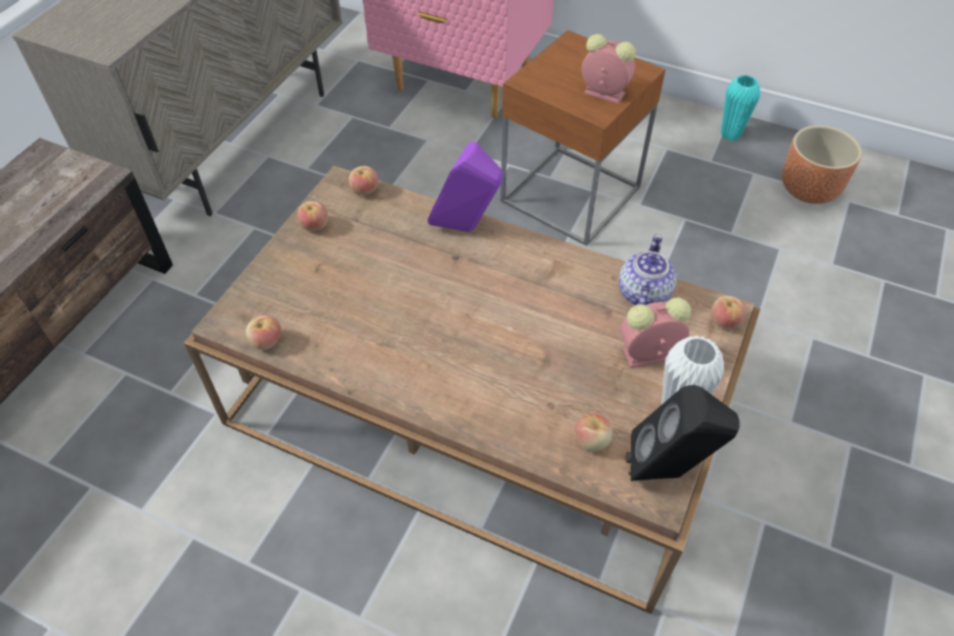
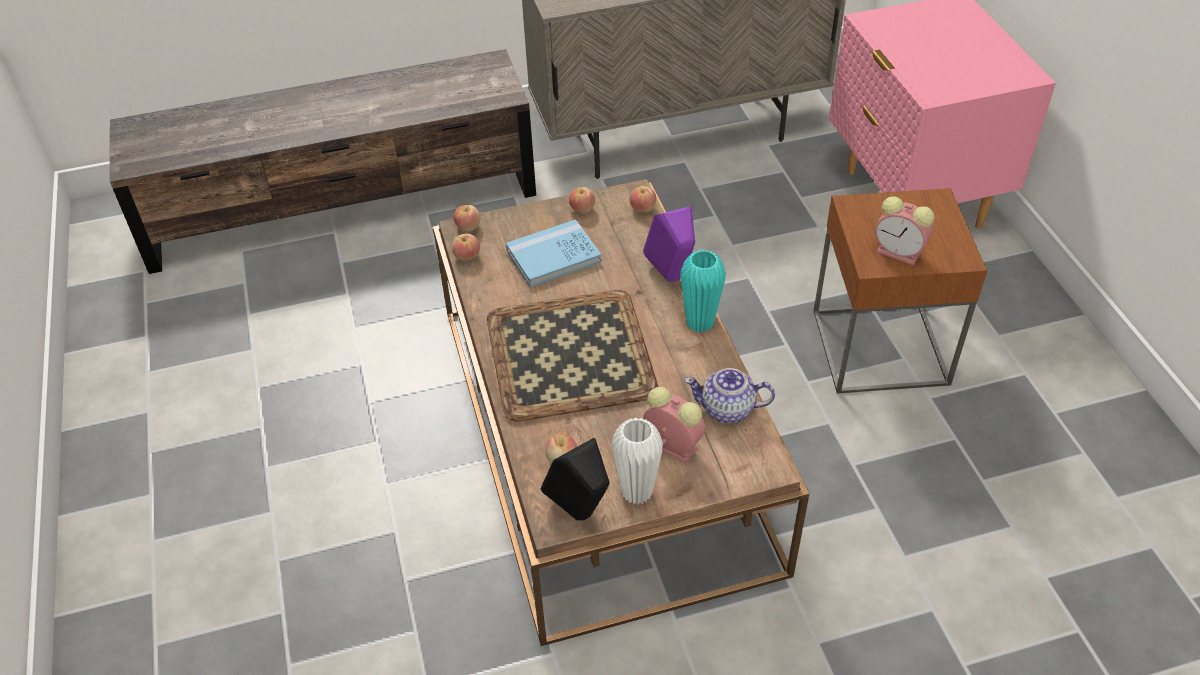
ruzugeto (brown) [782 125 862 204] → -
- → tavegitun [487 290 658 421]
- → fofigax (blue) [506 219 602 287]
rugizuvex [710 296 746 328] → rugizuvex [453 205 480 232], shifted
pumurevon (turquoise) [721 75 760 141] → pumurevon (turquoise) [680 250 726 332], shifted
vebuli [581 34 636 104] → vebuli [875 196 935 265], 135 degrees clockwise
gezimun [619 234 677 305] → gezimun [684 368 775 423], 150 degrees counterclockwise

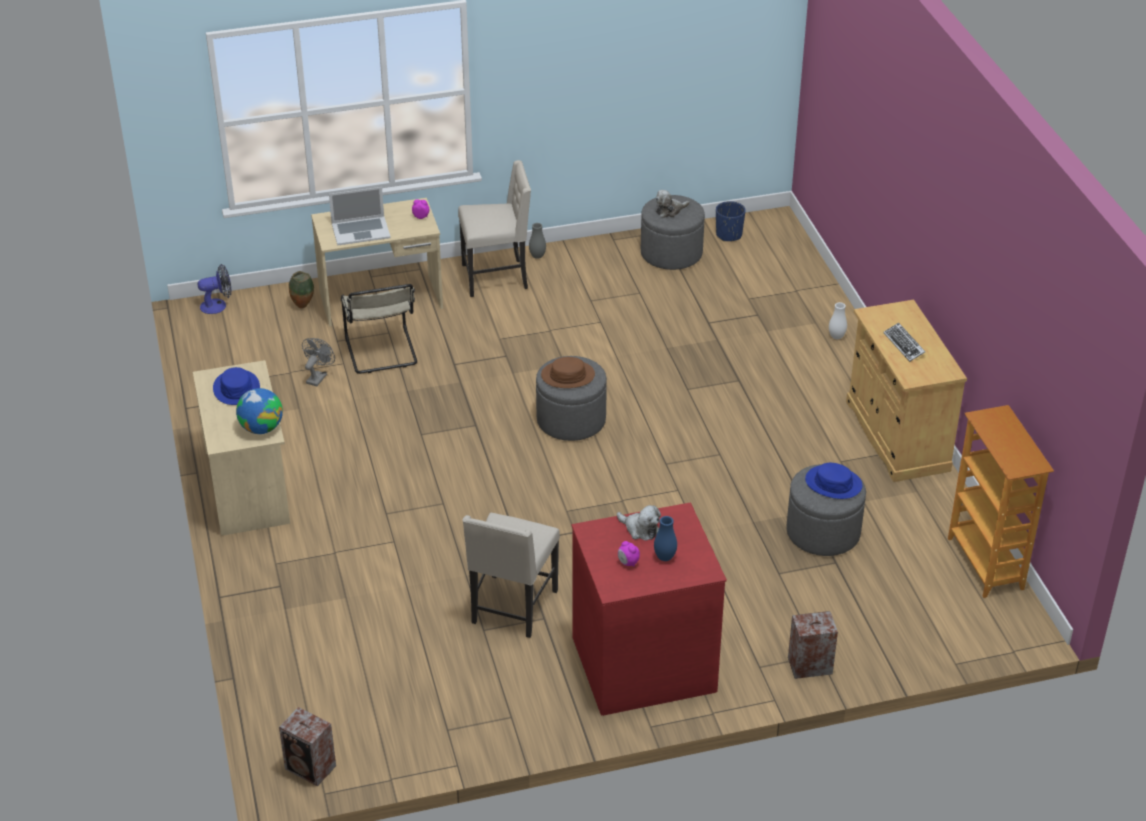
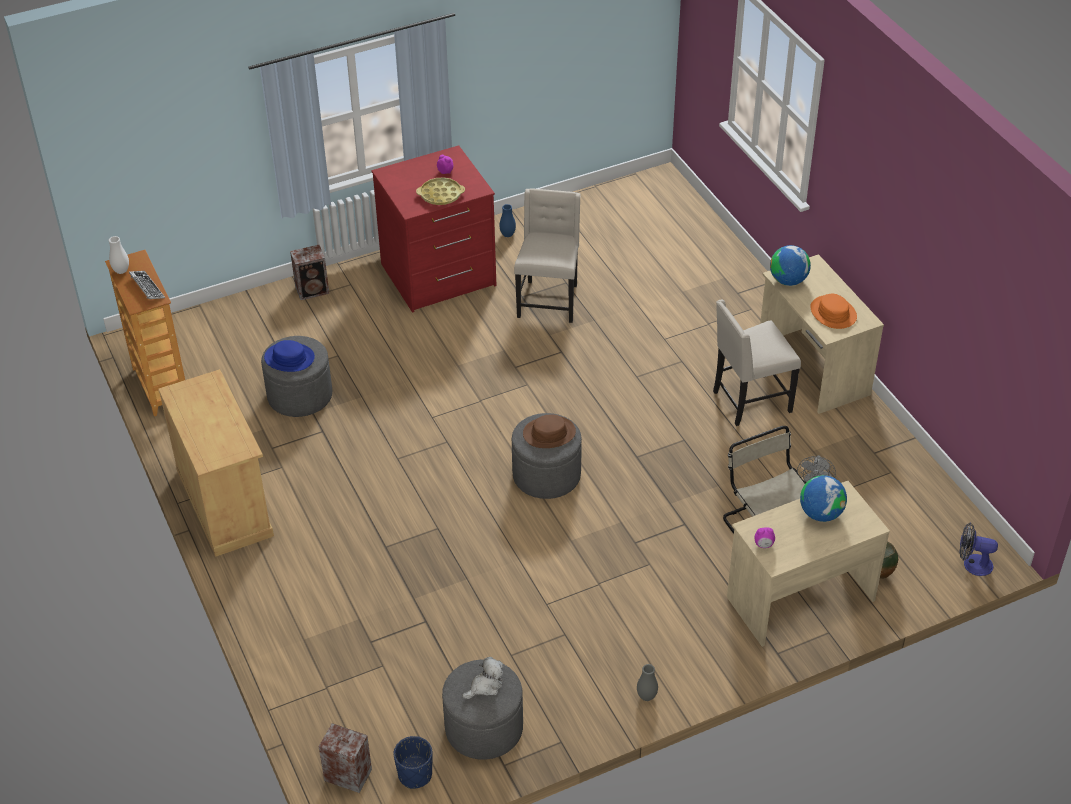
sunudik [279 707 336 786] → sunudik [319 723 372 793], shifted
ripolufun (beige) [458 160 531 297] → ripolufun (beige) [713 300 801 426], shifted
pumurevon (blue) [654 516 677 561] → pumurevon (blue) [499 204 516 237], shifted
pumurevon (white) [829 302 847 339] → pumurevon (white) [109 236 129 274], shifted
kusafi [884 323 925 362] → kusafi [129 271 165 299], shifted
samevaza [329 187 391 246] → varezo [800 475 847 522]
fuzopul [617 505 661 541] → tavegitun (yellow) [416 177 465 205]
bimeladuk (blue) [213 367 260 405] → bimeladuk (orange) [810 294 857 329]
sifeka [198 264 231 314] → sifeka [960 522 998 576], 45 degrees clockwise

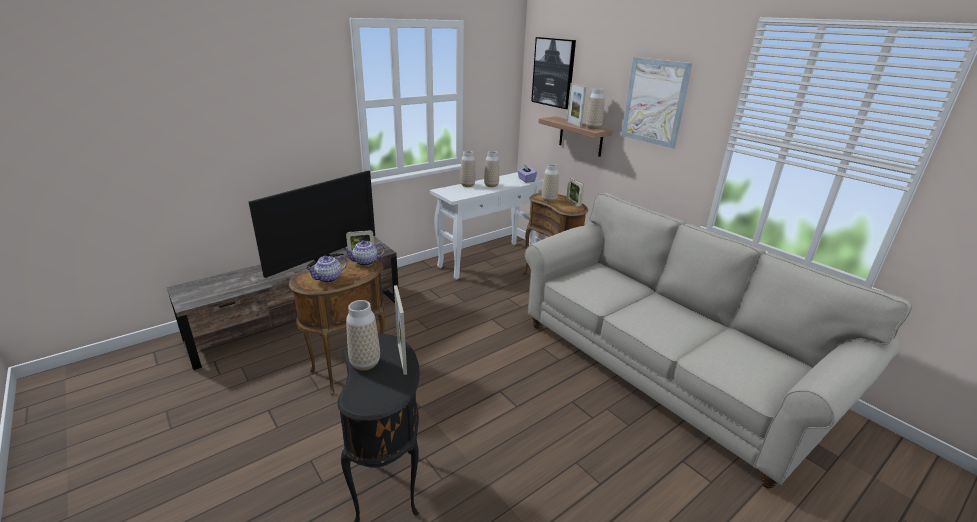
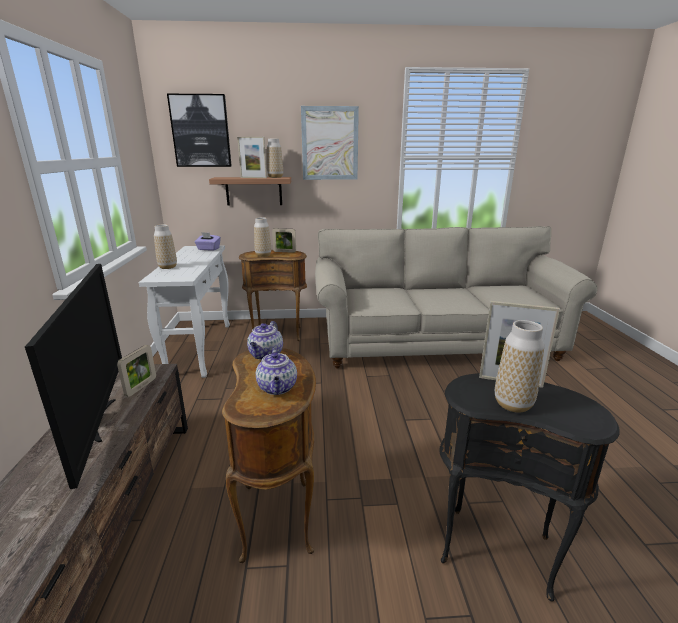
pumurevon [484 151 499 187] → -

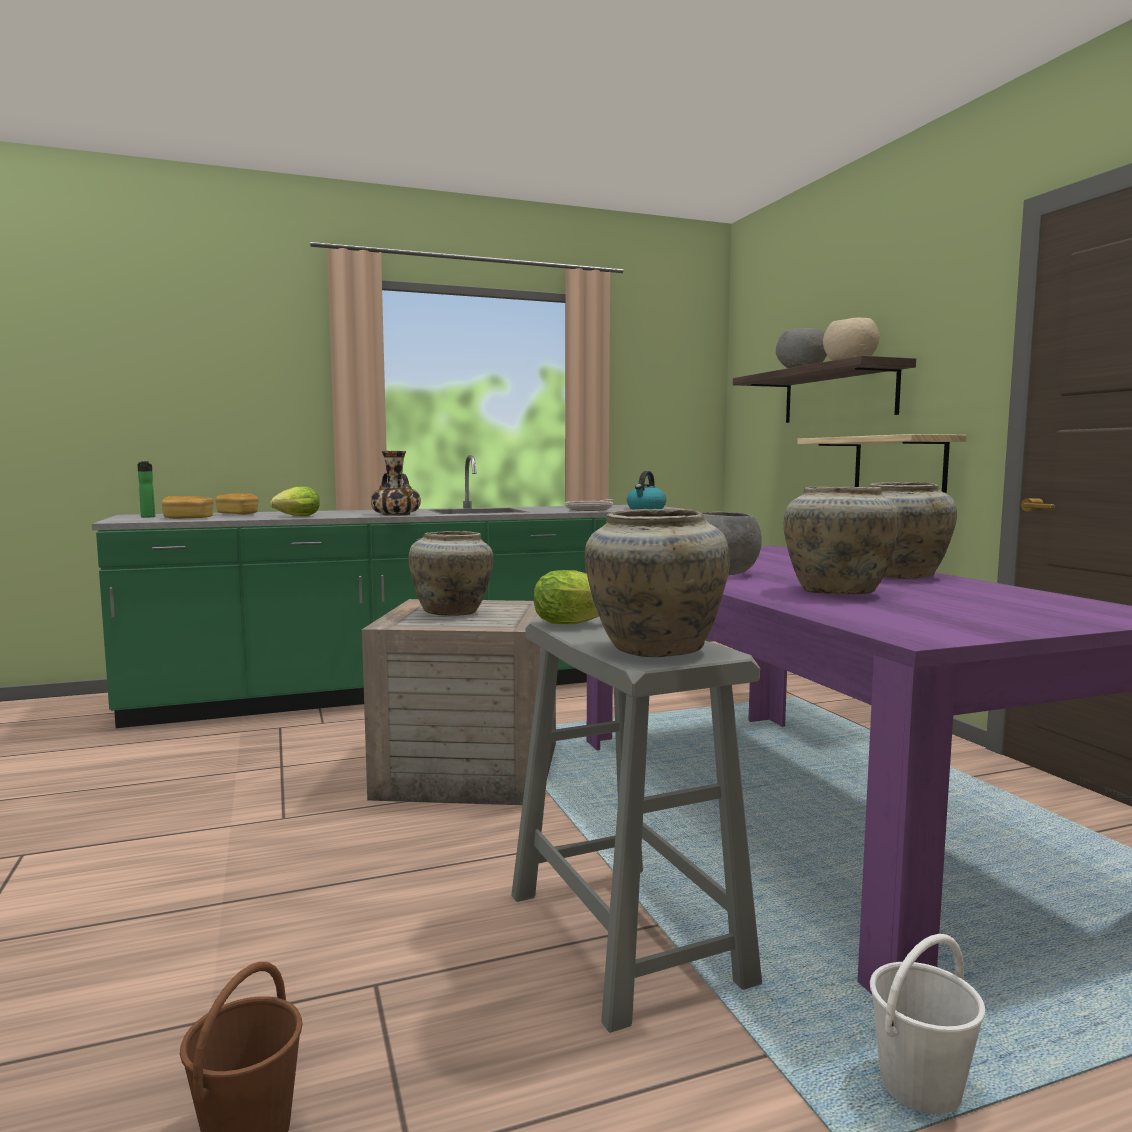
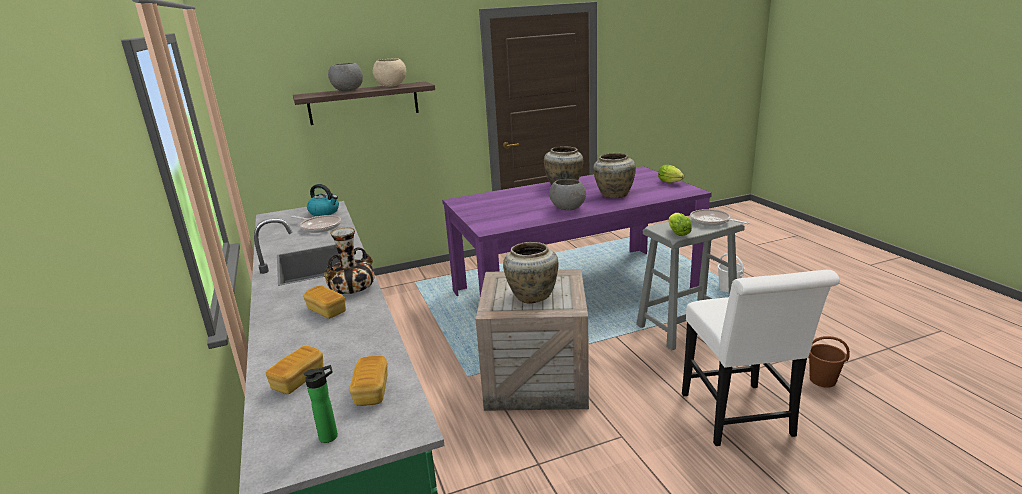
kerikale [797 434 967 493] → -
- → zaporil [303 286 346 319]
- → ripolufun (white) [682 270 840 446]
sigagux [270 486 320 516] → sigagux [658 165 685 183], shifted
pumurevon (beige) [585 509 730 657] → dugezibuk [690 209 749 226]

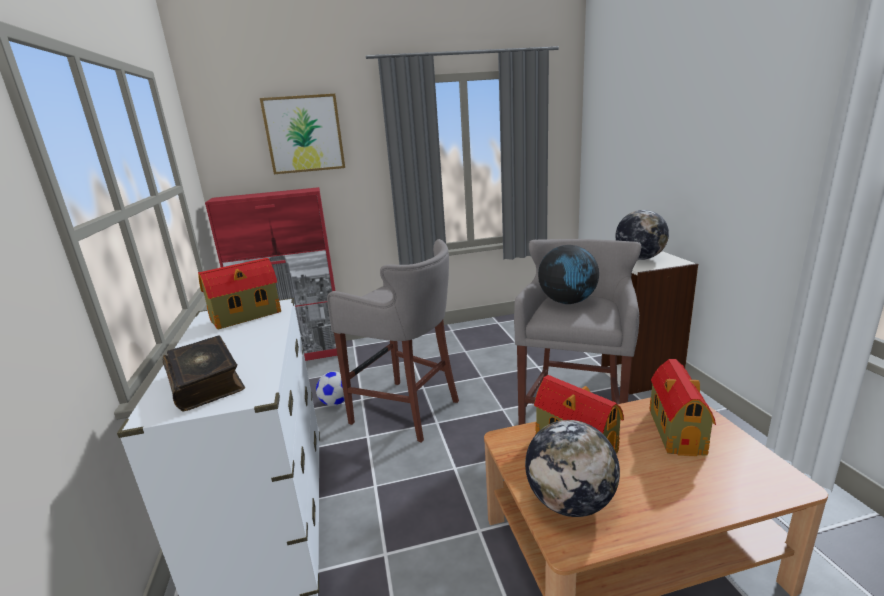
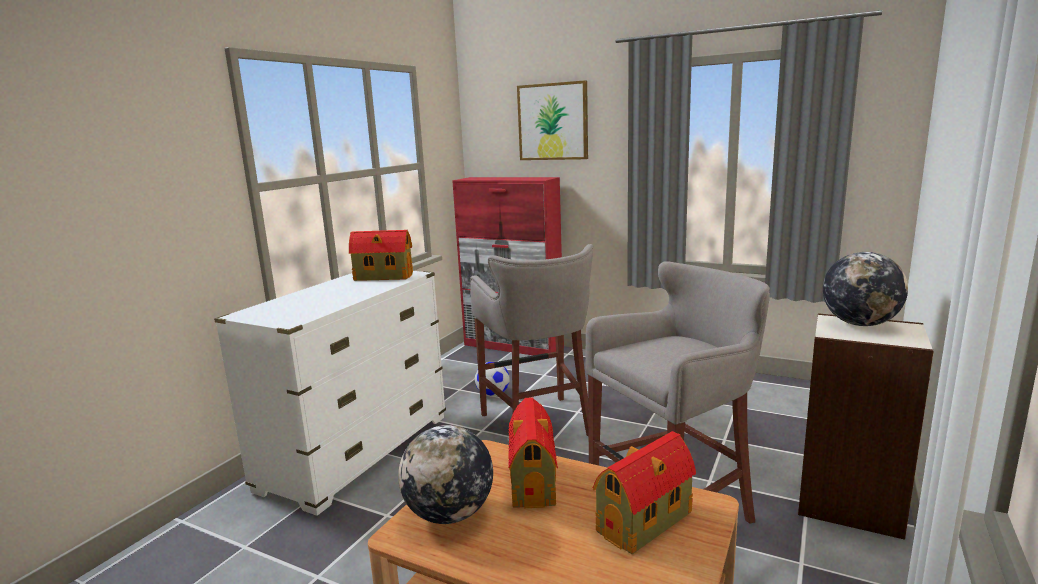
fofigax [163 336 245 412] → -
varezo [538 245 599 304] → -

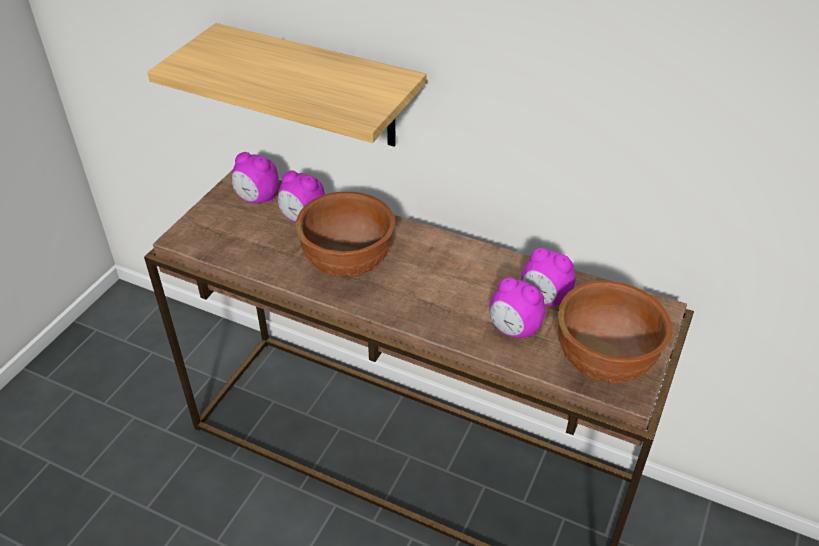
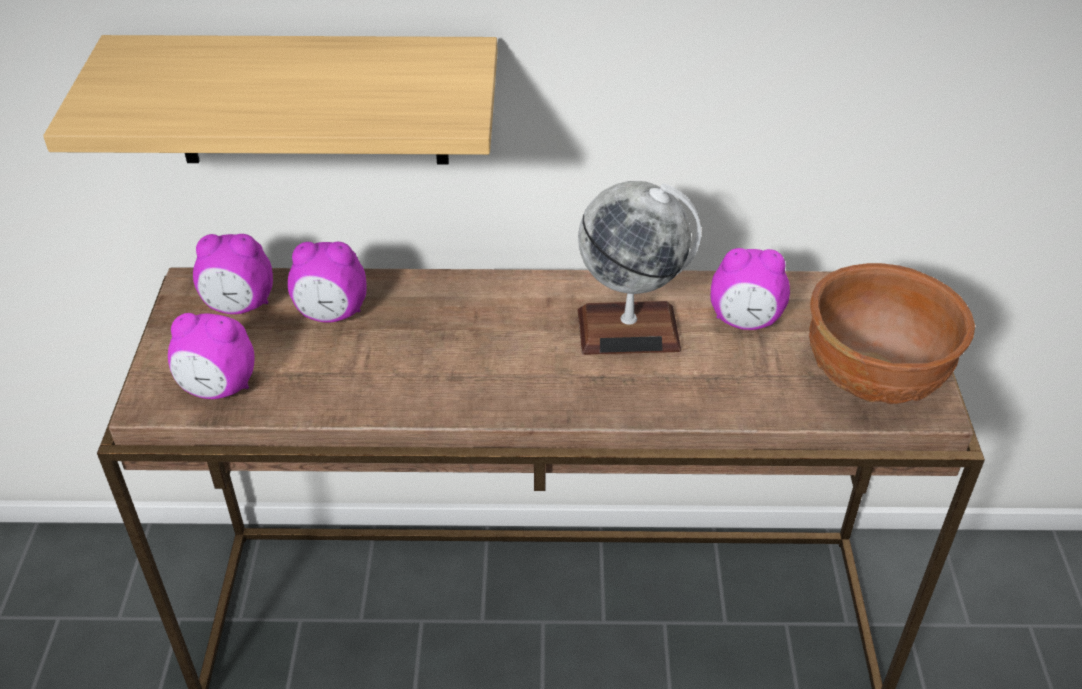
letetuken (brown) [296 192 395 277] → -
- → varezo [578 181 702 355]
vebuli [489 277 545 338] → vebuli [168 313 254 399], shifted

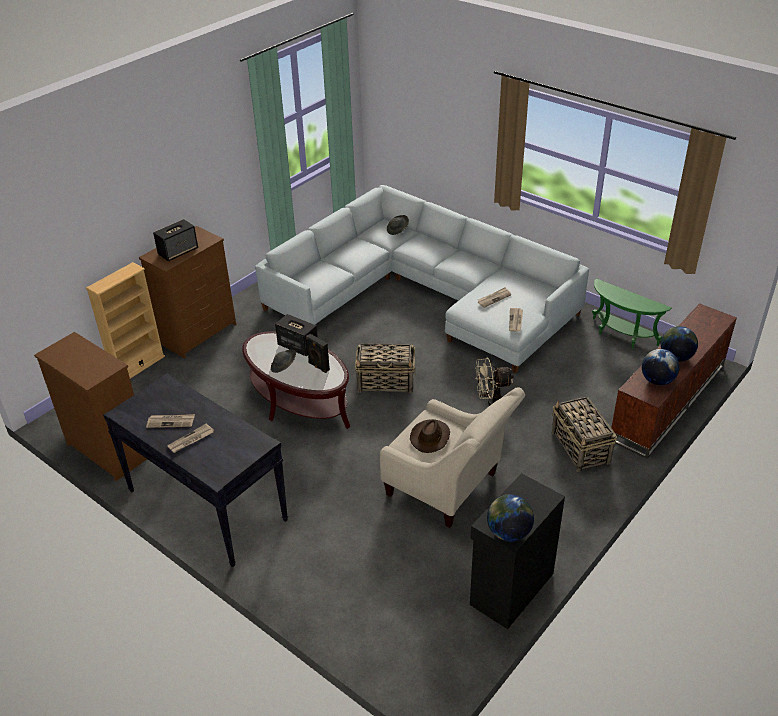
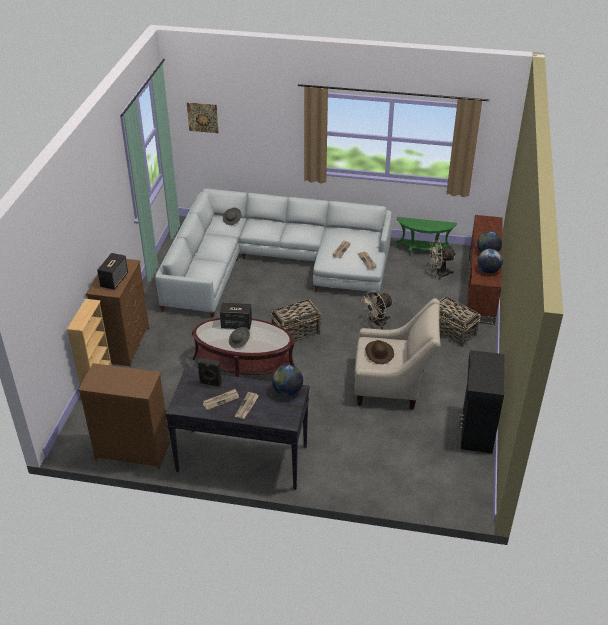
- → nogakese [187 102 219 133]
- → sifeka (beige) [429 240 456 280]
sunudik (black) [306 334 330 373] → sunudik (black) [197 358 222 387], shifted
varezo [487 494 534 542] → varezo [272 365 303 396], shifted

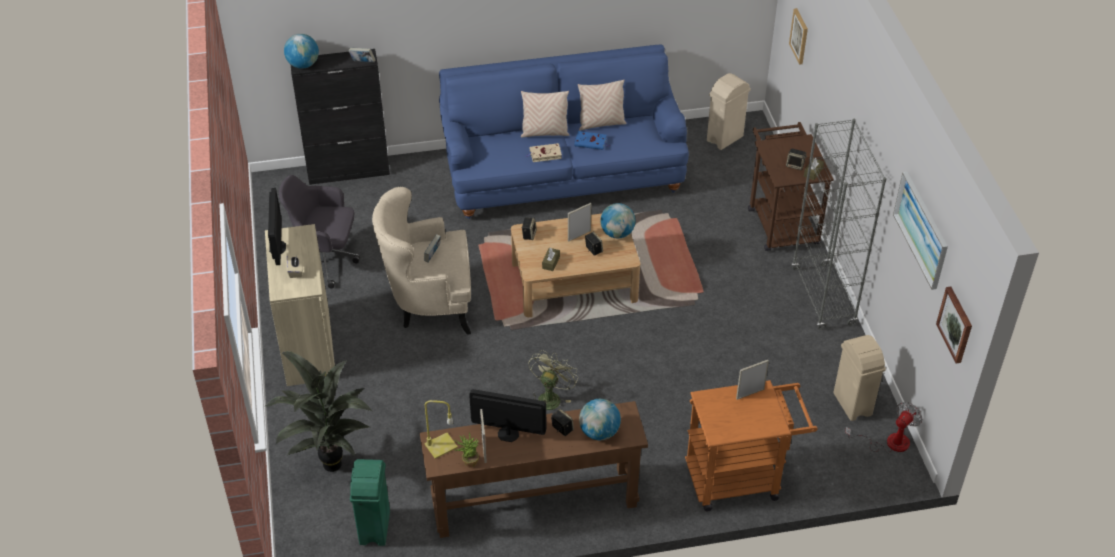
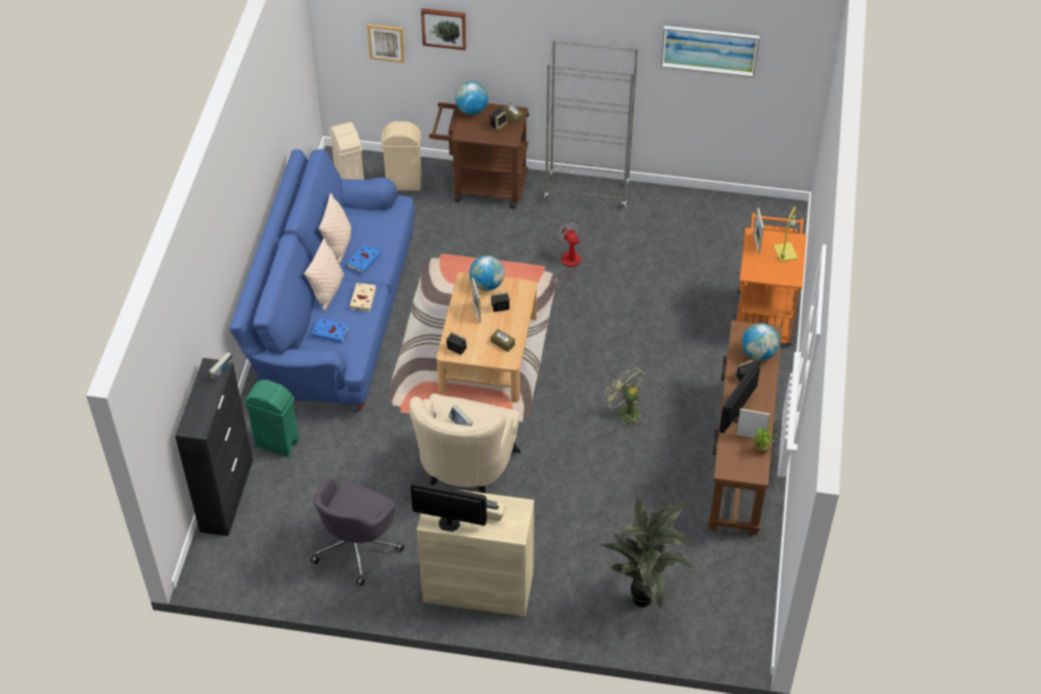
- → fofigax (blue) [312 318 351 343]
varezo [284 34 319 69] → varezo [455 81 488 115], shifted
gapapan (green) [350 459 390 546] → gapapan (green) [244 380 299 457], shifted
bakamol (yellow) [424 400 458 459] → bakamol (yellow) [773 207 798 262], shifted
gapapan (beige) [834 335 886 421] → gapapan (beige) [381 121 422 191], shifted
sifeka [845 402 922 453] → sifeka [552 222 581 287], shifted
nogakese [936 286 972 364] → nogakese [421 9 466 50], shifted

